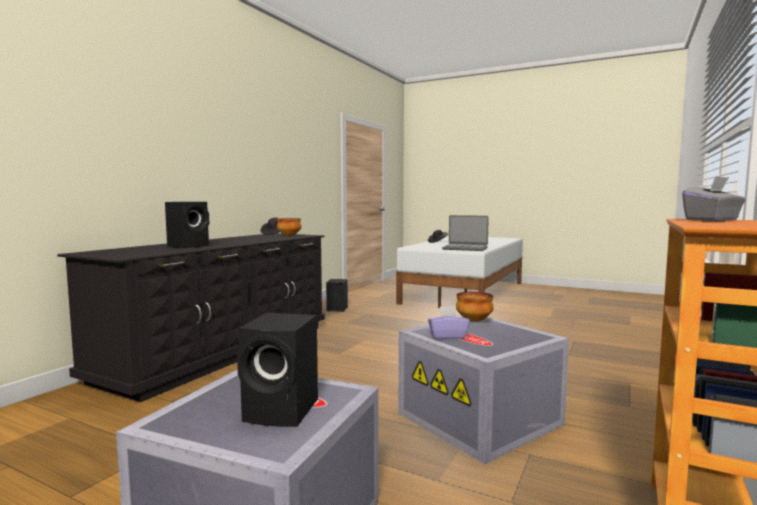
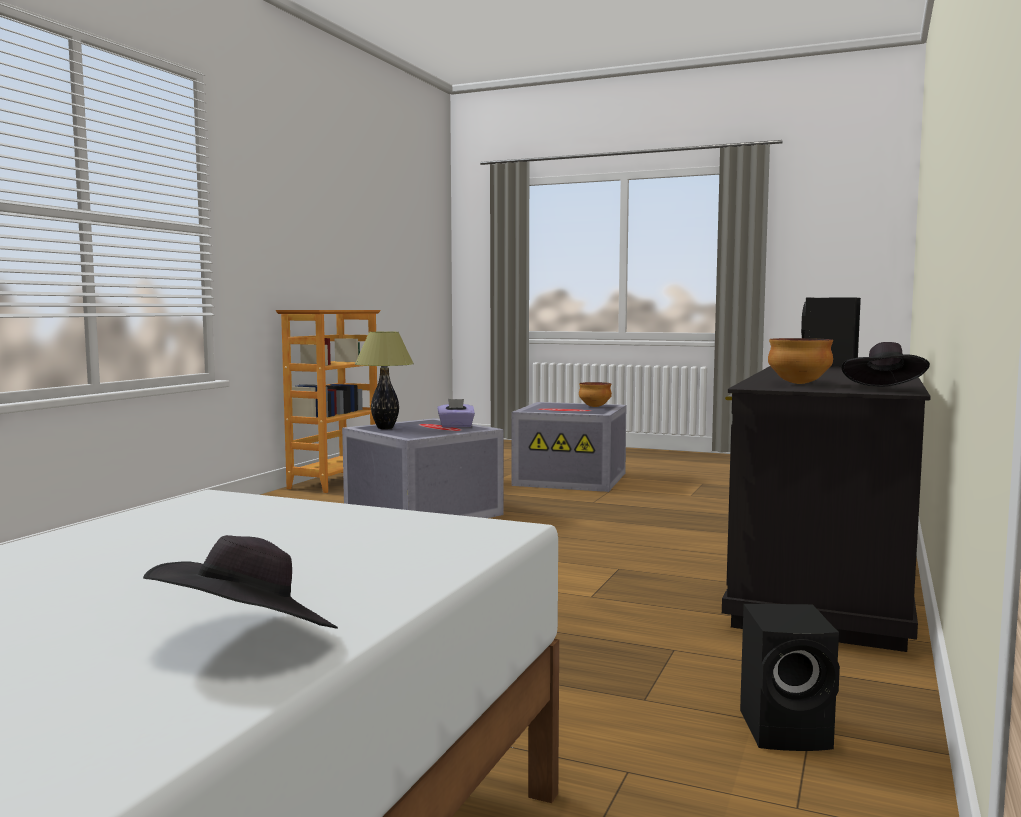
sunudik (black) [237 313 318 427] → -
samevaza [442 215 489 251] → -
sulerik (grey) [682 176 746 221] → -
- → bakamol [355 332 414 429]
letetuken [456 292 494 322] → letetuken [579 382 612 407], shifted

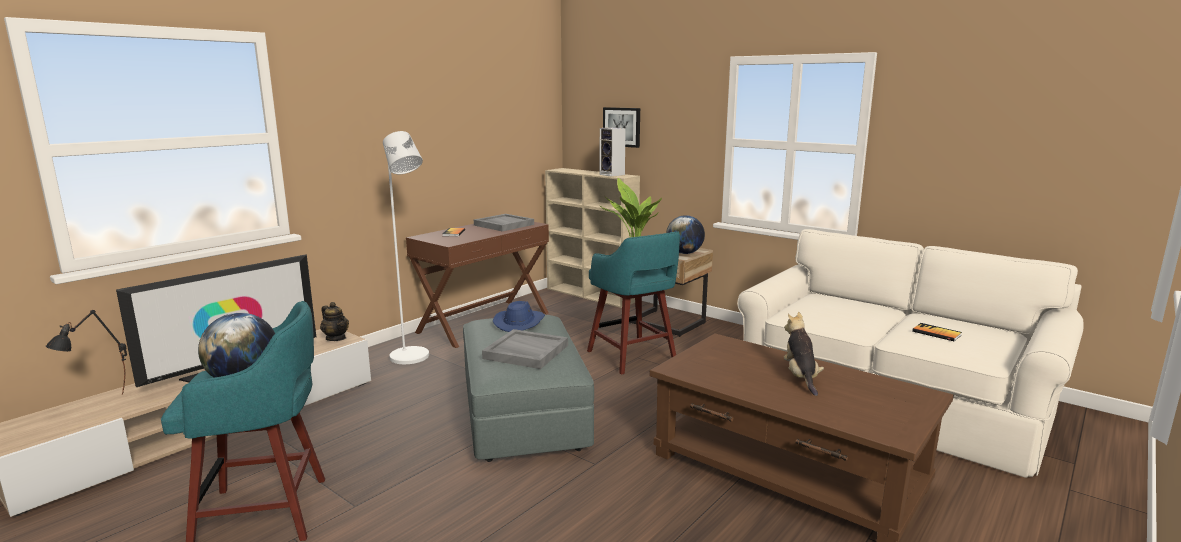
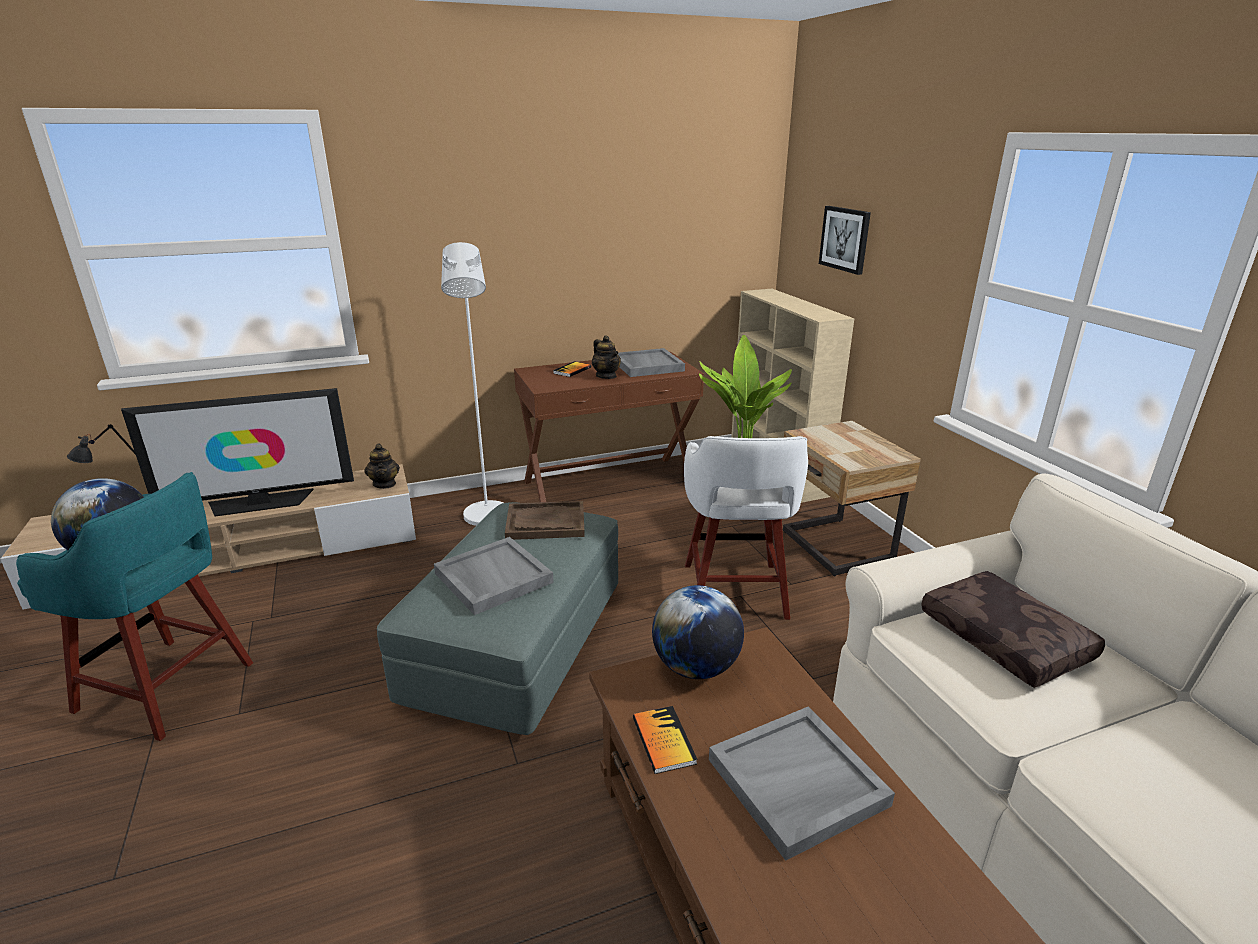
sunudik [599 127 626 177] → -
- → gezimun [592 335 621 379]
- → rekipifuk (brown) [921 571 1105 688]
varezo [666 215 705 254] → varezo [652 585 744 679], shifted
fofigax [912 323 962 341] → fofigax [633 706 698 774], shifted
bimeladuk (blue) [493 301 545 332] → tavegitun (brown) [505 501 585 540]
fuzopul [784 312 824 396] → tavegitun (grey) [709 707 895 861]
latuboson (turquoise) [587 232 680 375] → latuboson (white) [684 436 808 620]

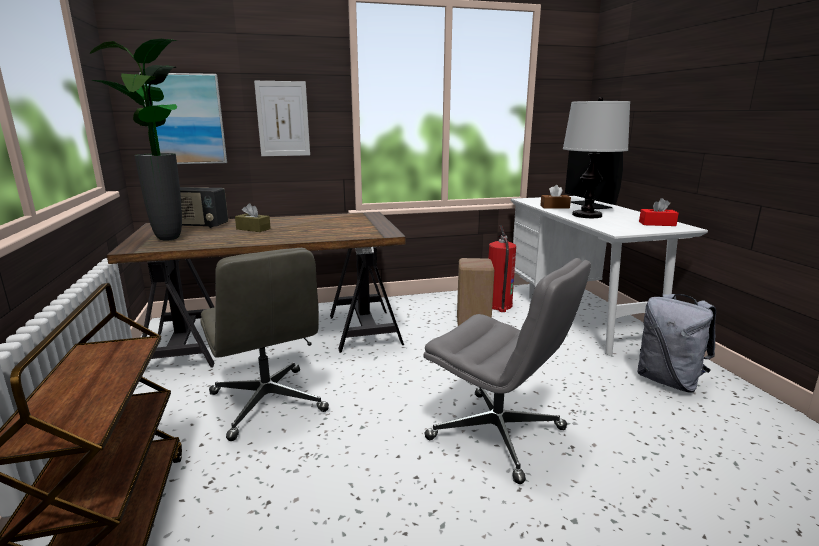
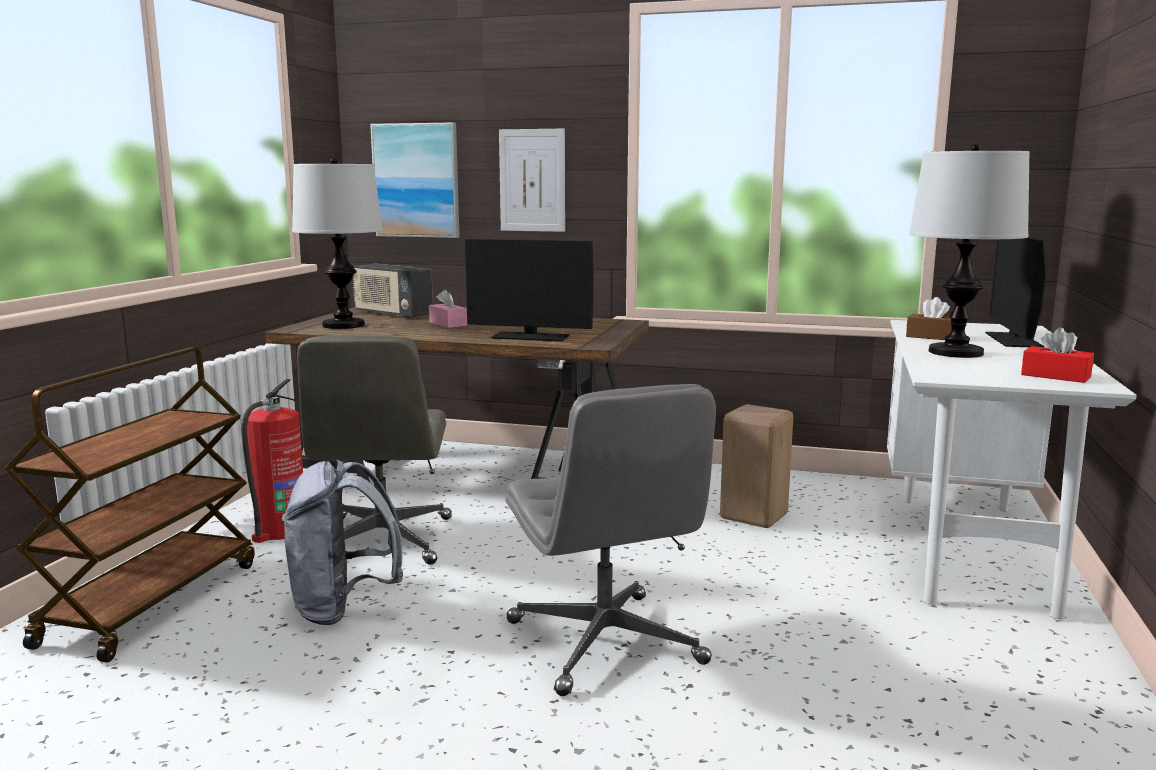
- → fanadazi [465 239 594 341]
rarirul [488 226 516 312] → rarirul [241 379 303 543], shifted
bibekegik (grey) [637 294 716 392] → bibekegik (grey) [282 460 404 625], shifted
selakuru [90 39 182 241] → bakamol [292 158 383 329]
sulerik (brown) [235 203 271 232] → sulerik (pink) [429 289 467 328]

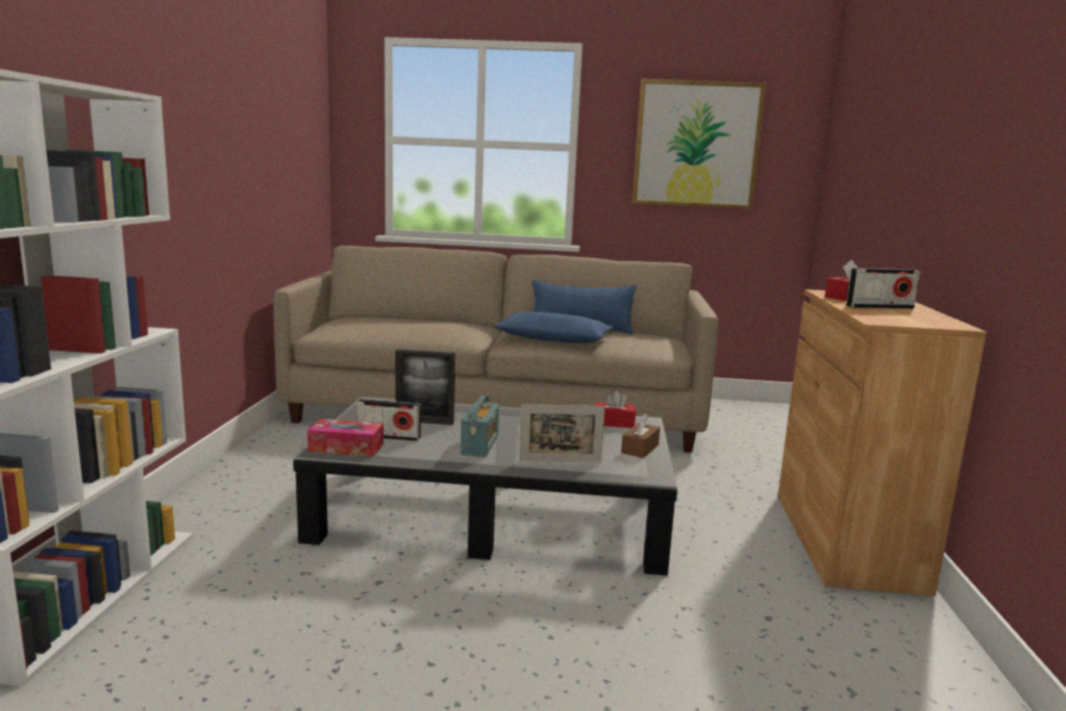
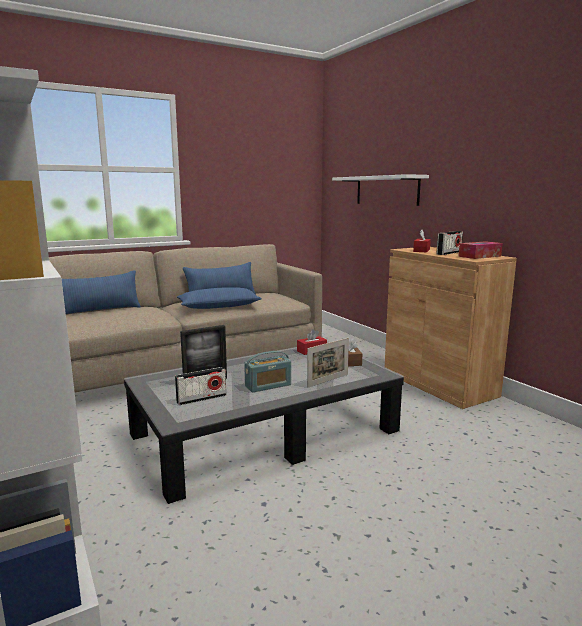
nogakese [632 79 766 209] → -
- → rekipifuk (blue) [62 270 141 314]
- → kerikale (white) [332 174 429 206]
sulerik [307 419 384 457] → sulerik [458 241 503 259], shifted
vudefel [460 395 499 457] → vudefel [244 351 291 392], 90 degrees clockwise

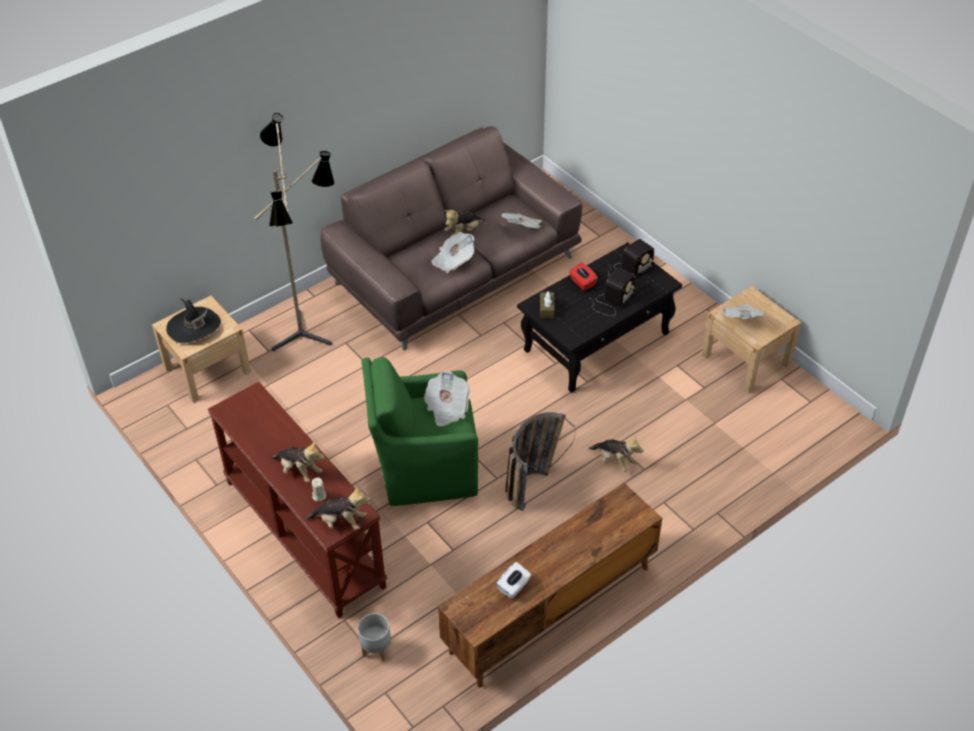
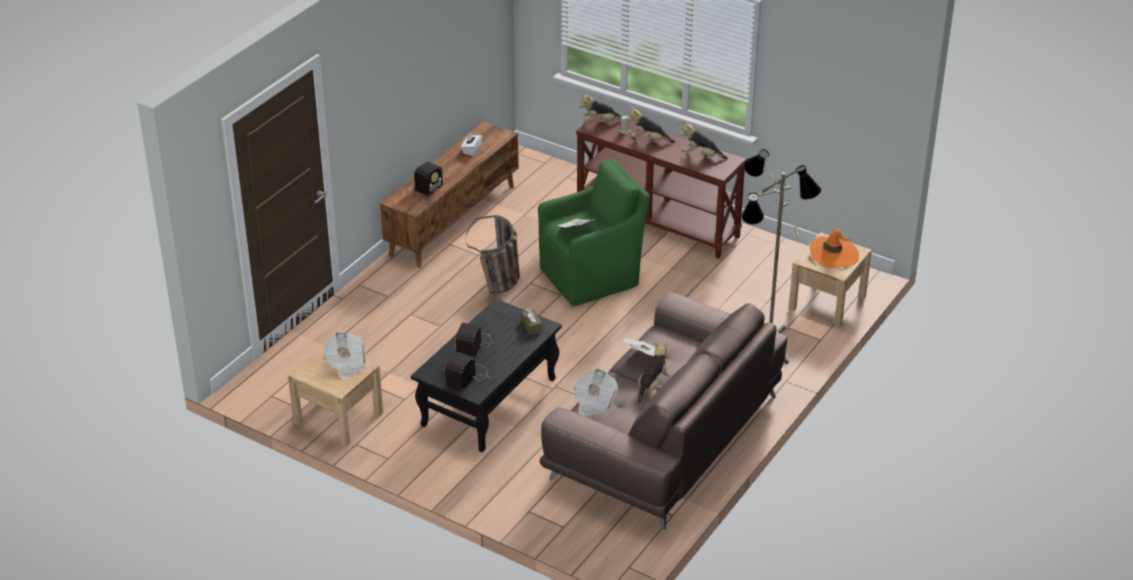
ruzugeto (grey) [358 613 391 661] → -
sulerik (red) [569 263 598 291] → -
- → vudefel [403 161 443 202]
fuzopul [588 436 643 472] → fuzopul [679 121 728 160], shifted
bimeladuk (black) [166 298 221 343] → bimeladuk (orange) [810 229 859 268]

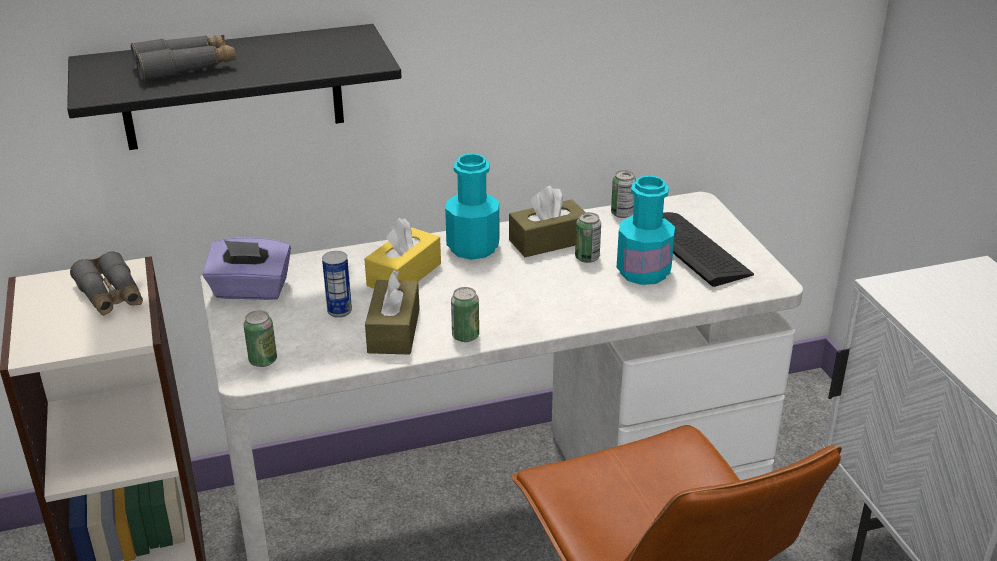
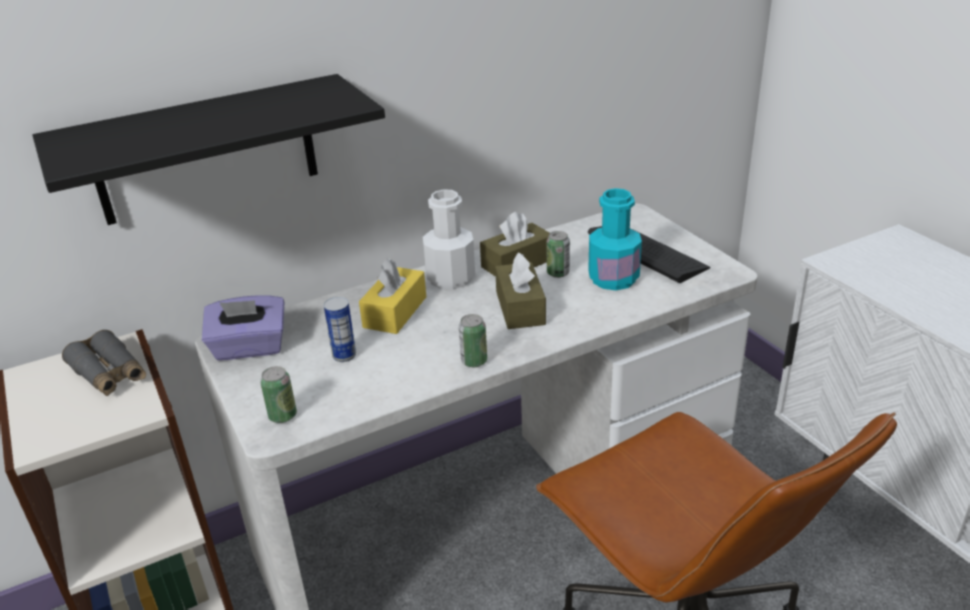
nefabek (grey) [131 35 236 81] → -
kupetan [611 170 636 218] → -
sulerik (brown) [365 270 420 355] → sulerik (brown) [495 253 546 329], shifted
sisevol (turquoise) [445 153 499 260] → sisevol (white) [423 189 475 290]

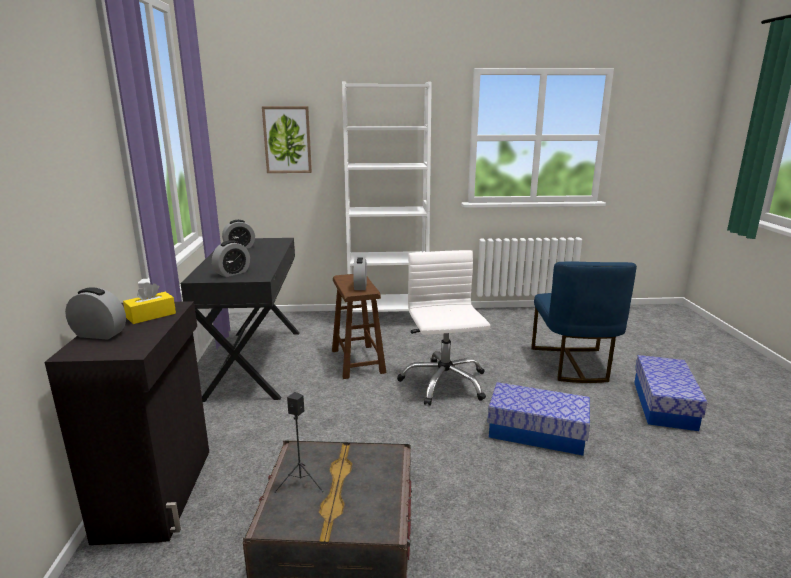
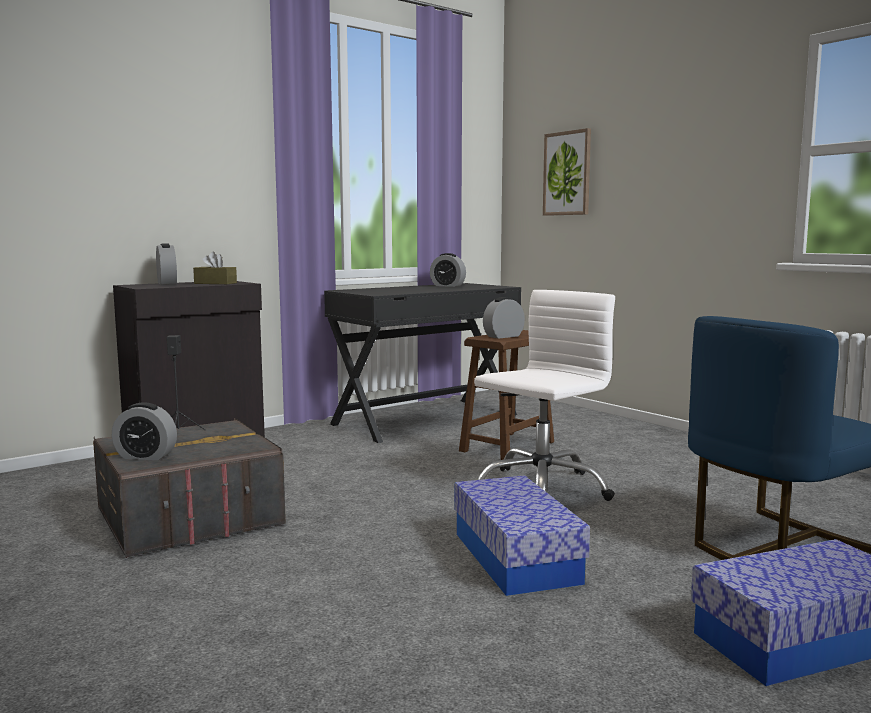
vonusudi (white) [342 82 432 313] → -
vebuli [212 240 250 277] → vebuli [112 402 177 460], shifted
sulerik (yellow) [123 282 176 324] → sulerik (brown) [193 252 237 284]

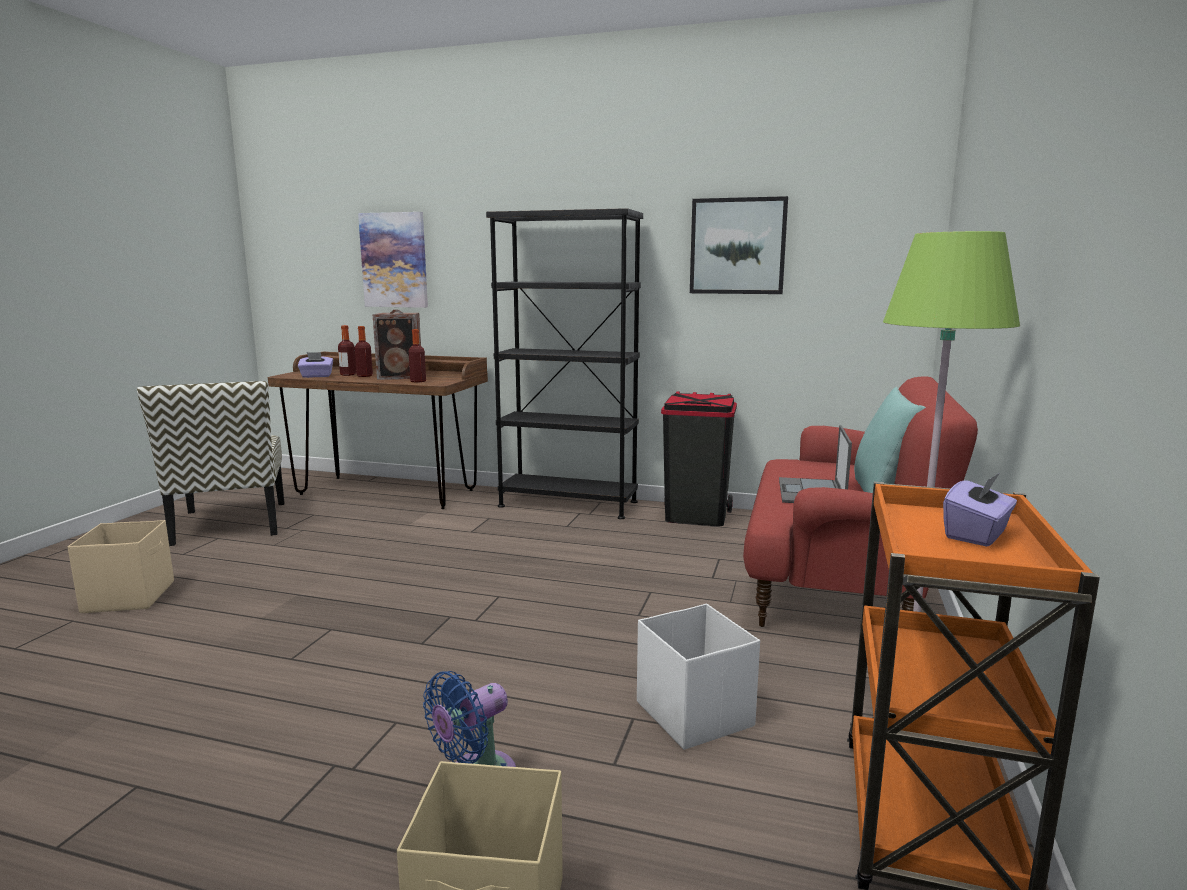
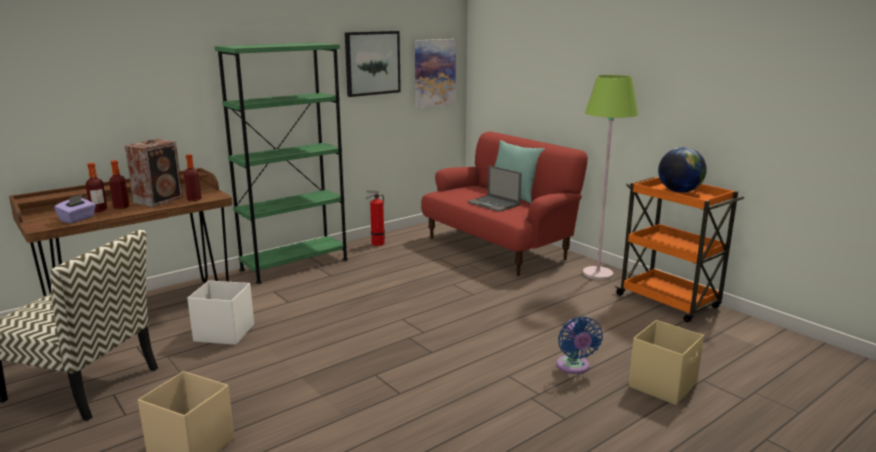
nogakese [358 212 428 308] → nogakese [415 39 456 108], shifted
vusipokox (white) [637 604 760 750] → vusipokox (white) [187 280 254 345], shifted
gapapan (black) [661 392 737 526] → rarirul [366 190 385 246]
sulerik (purple) [943 473 1017 547] → varezo [658 147 707 193]
vonusudi (black) [486 208 643 519] → vonusudi (green) [215 43 348 284]

